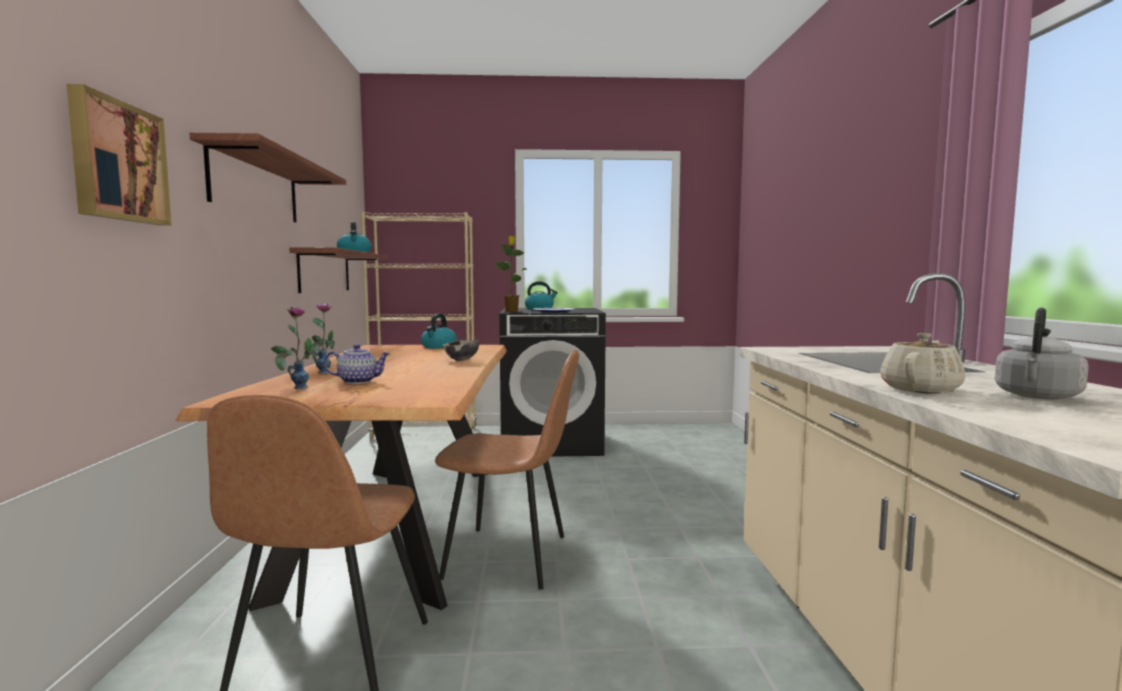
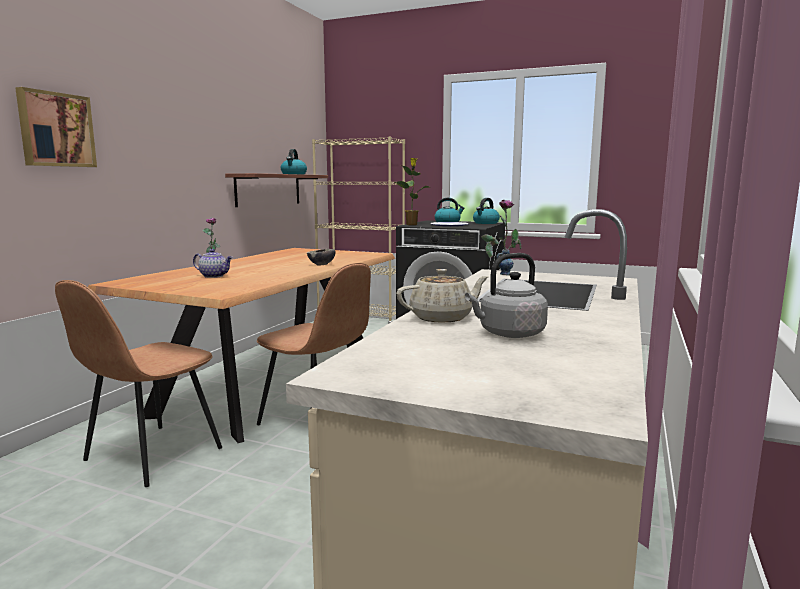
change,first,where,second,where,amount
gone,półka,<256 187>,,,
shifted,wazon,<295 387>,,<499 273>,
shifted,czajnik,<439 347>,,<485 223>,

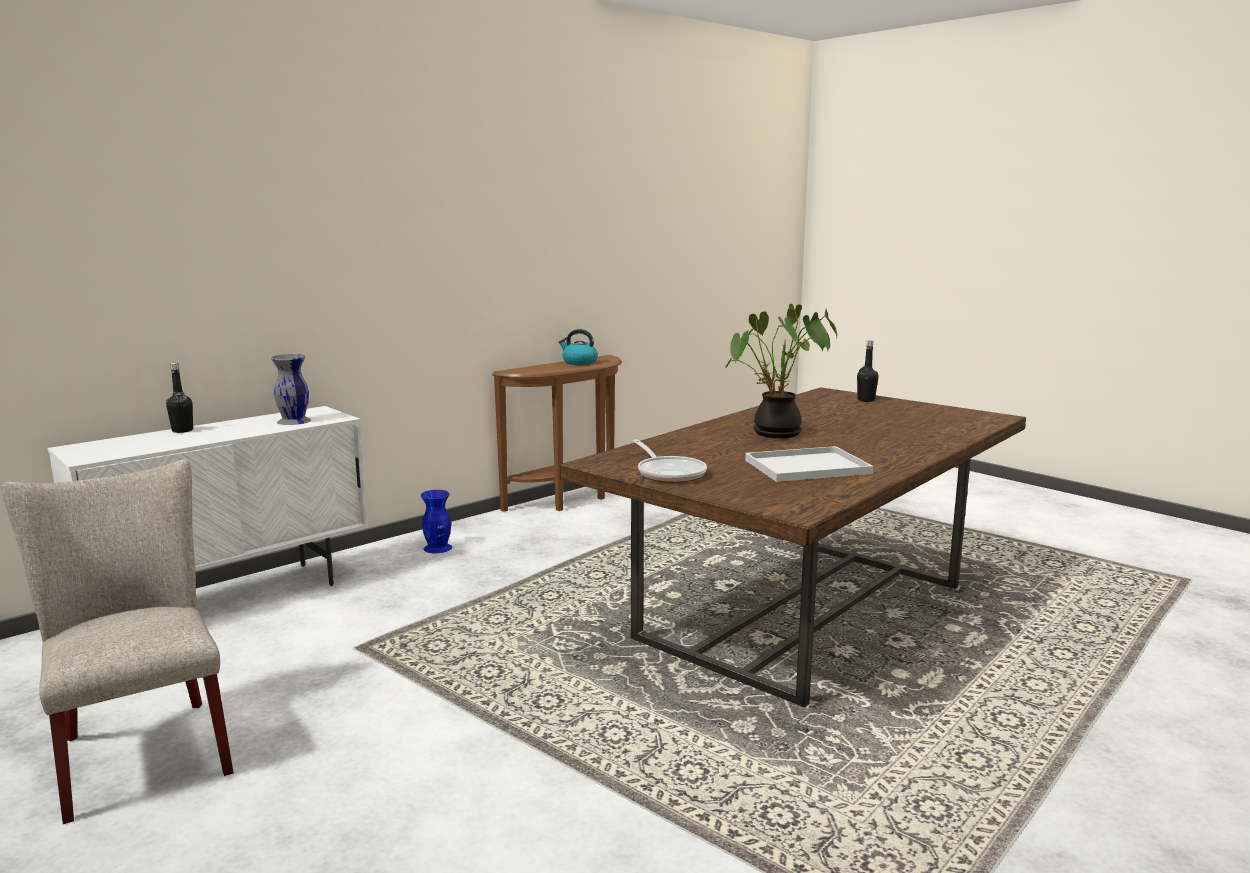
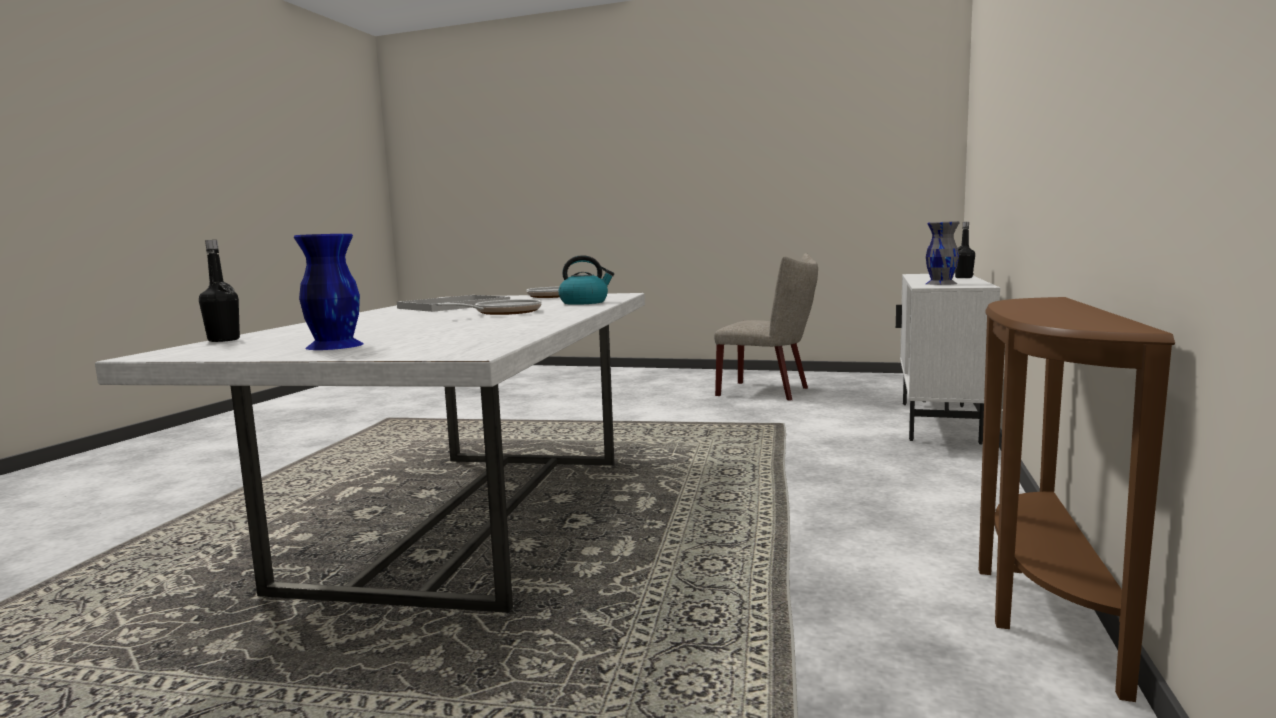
change,first,where,second,where,amount
shifted,wazon [niebieski],<438 548>,,<333 346>,
shifted,czajnik,<579 362>,,<585 302>,
repainted,stół jadalny [brązowy],<807 611>,stół jadalny [biały],<471 518>,
swapped,roślina doniczkowa,<775 434>,patelnia,<503 313>,
shifted,butelka [czarny],<866 400>,,<224 340>,

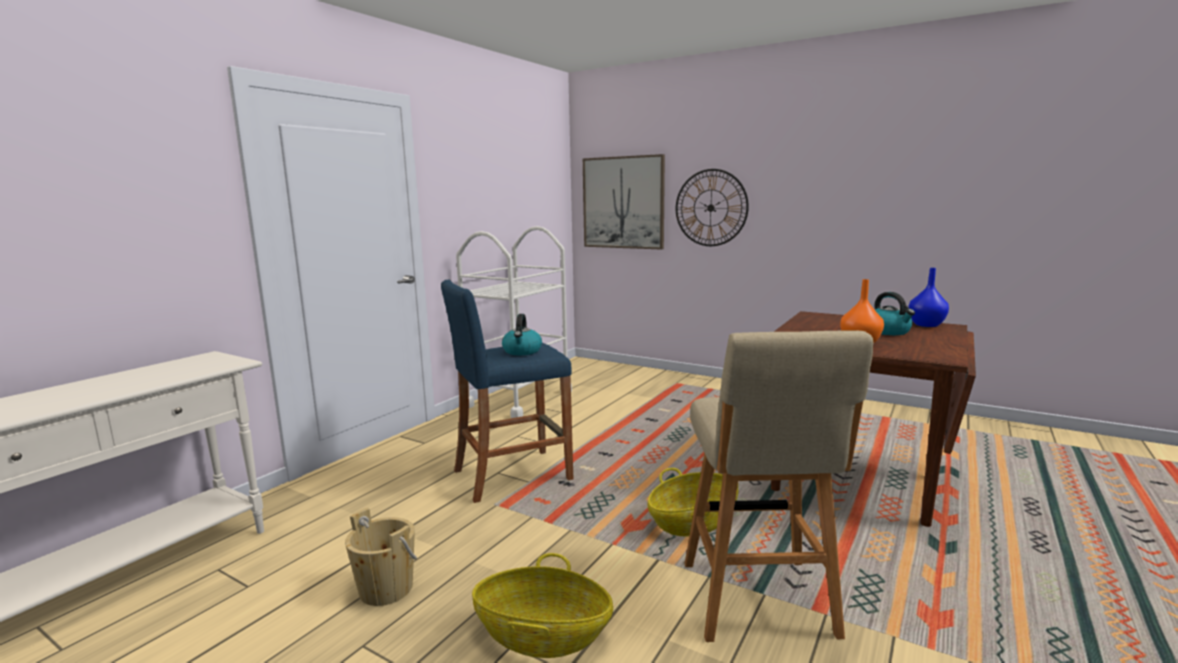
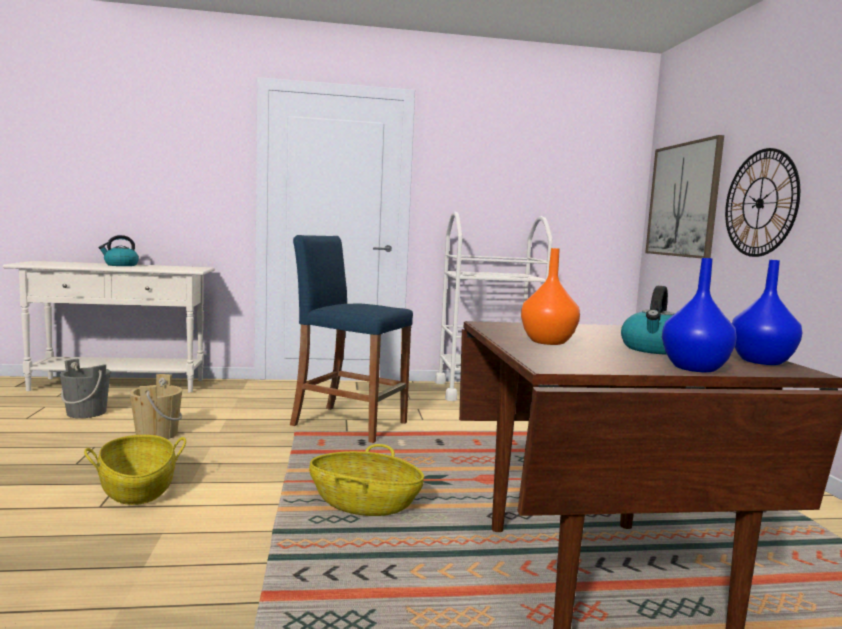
change,first,where,second,where,amount
shifted,czajnik,<522 351>,,<120 265>,
gone,stołek [beżowy],<758 602>,,,
new,,,wiadro [szary],<86 413>,
new,,,wazon [niebieski],<693 368>,

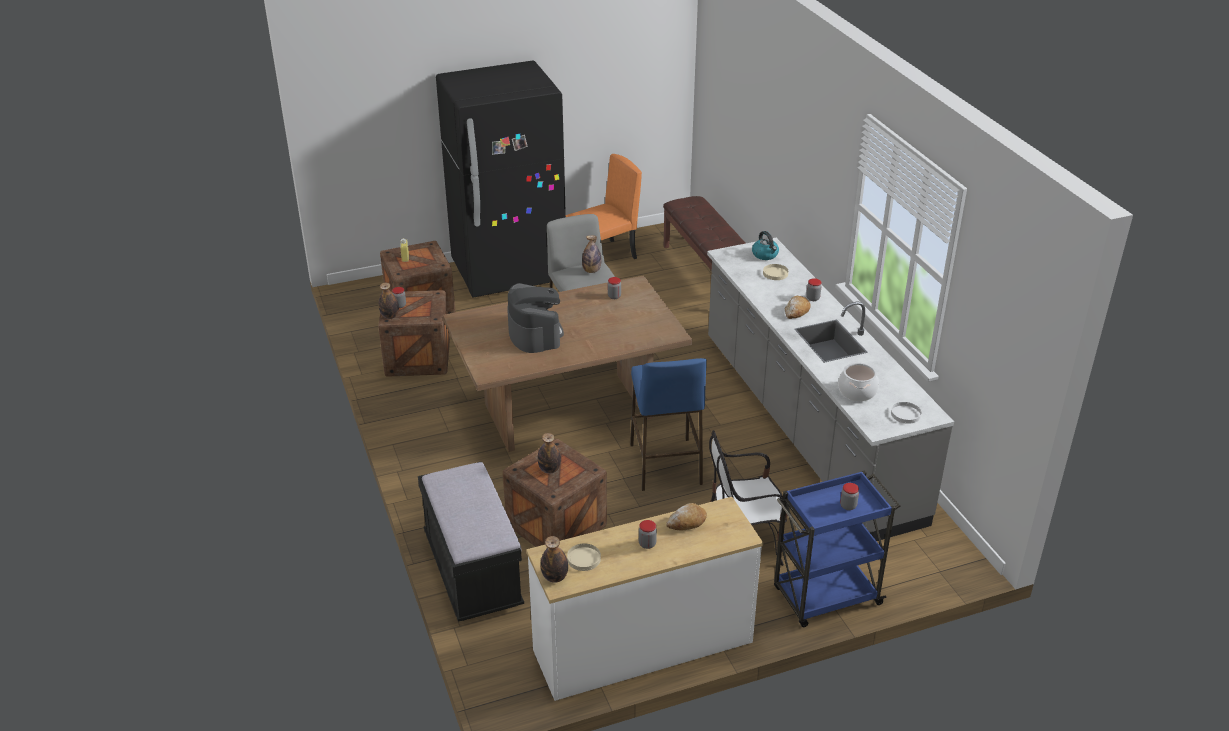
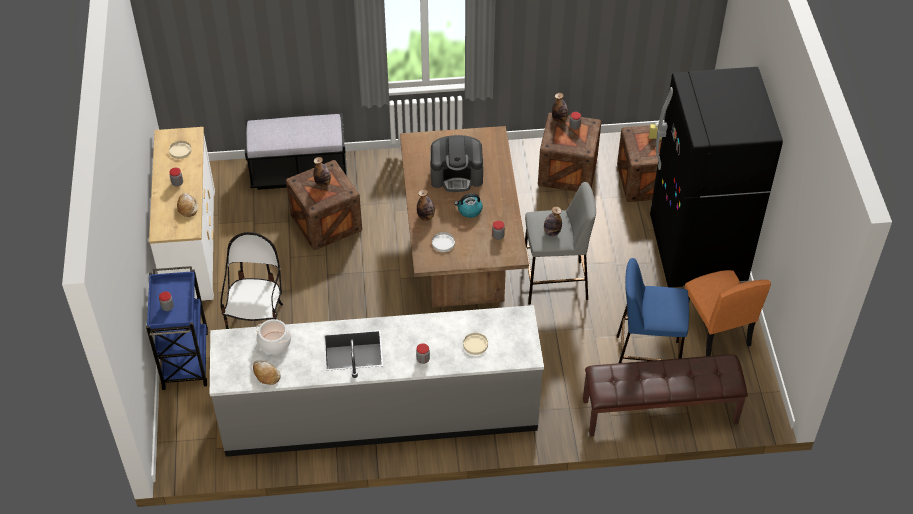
change,first,where,second,where,amount
shifted,butelka,<555 577>,,<426 217>,
shifted,stołek [niebieski],<665 464>,,<646 359>,
shifted,czajnik,<765 255>,,<469 210>,
shifted,chleb,<796 311>,,<266 374>,
shifted,talerz [biały],<905 414>,,<443 243>,

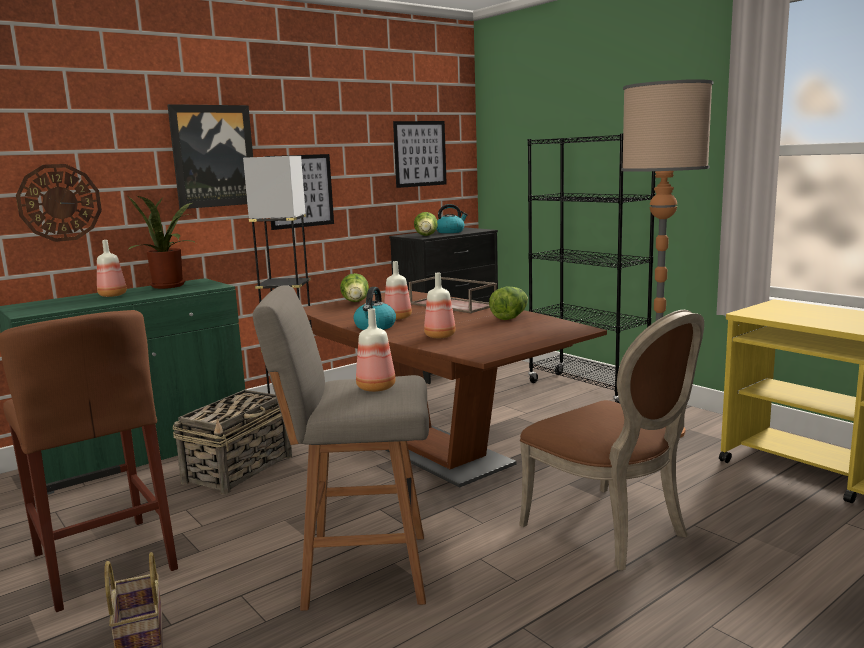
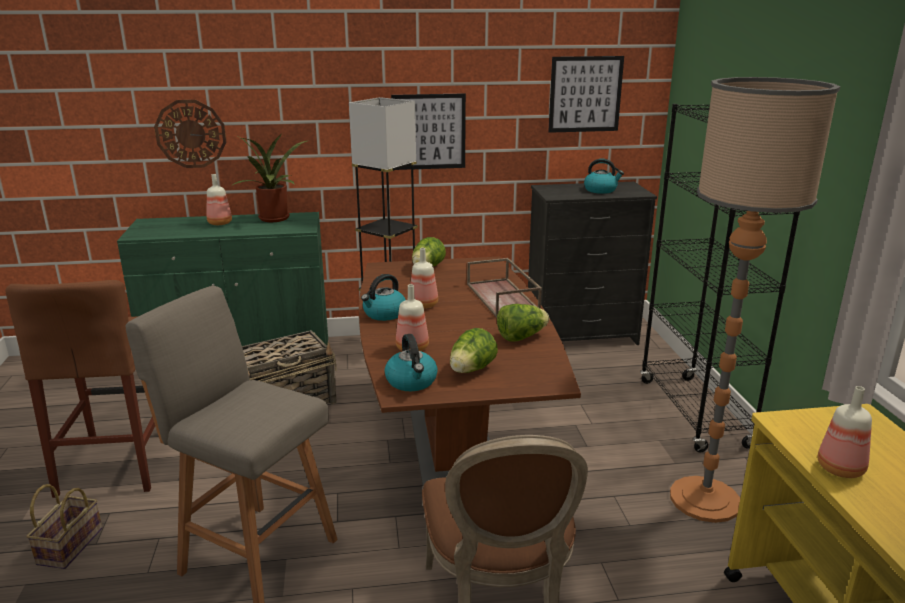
change,first,where,second,where,amount
gone,obraz,<213 156>,,,
shifted,butelka,<377 388>,,<842 469>,
shifted,sałata,<426 236>,,<471 370>,
new,,,czajnik,<412 381>,

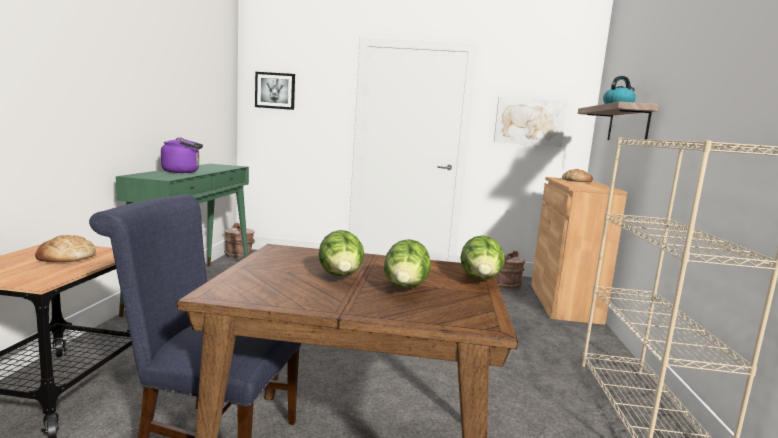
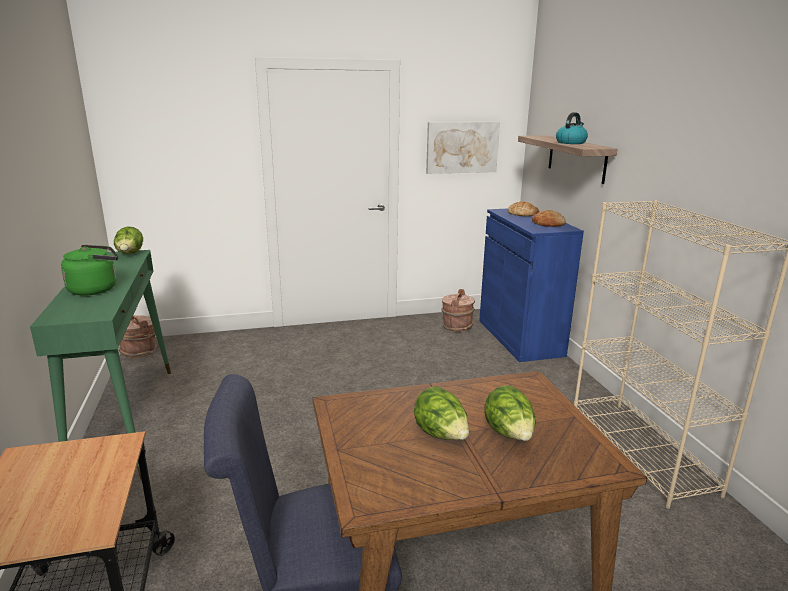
change,first,where,second,where,amount
shifted,chleb,<66 256>,,<548 223>,
repainted,czajnik [fioletowy],<183 172>,czajnik [zielony],<96 289>,
gone,obraz,<275 90>,,,
shifted,sałata,<480 280>,,<130 254>,
repainted,szafka [brązowy],<564 303>,szafka [niebieski],<520 337>,

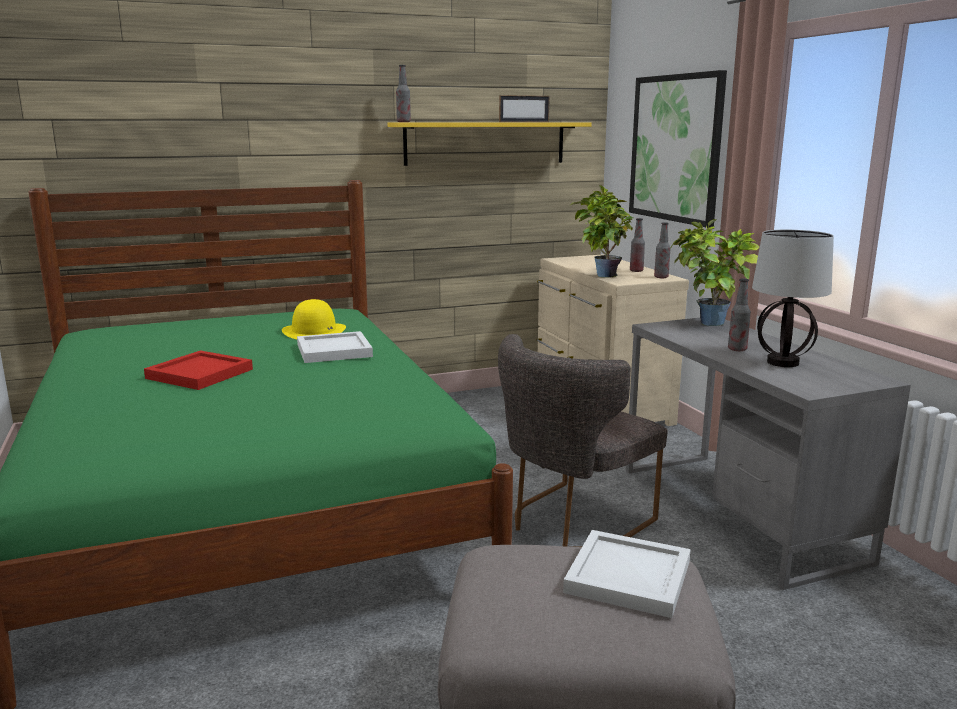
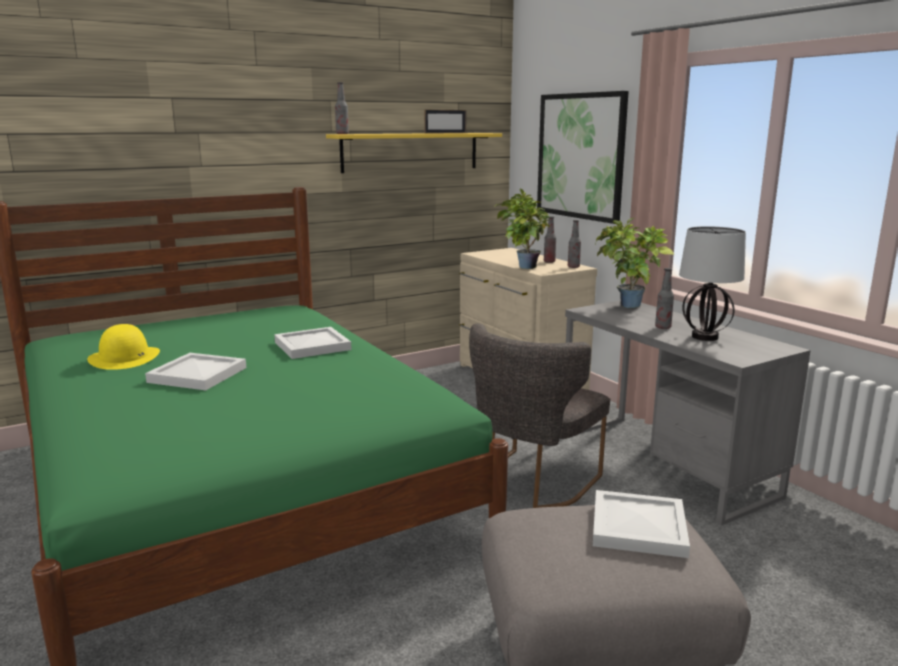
change,first,where,second,where,amount
repainted,taca [czerwony],<201 373>,taca [biały],<199 374>,
shifted,kapelusz [żółty],<314 331>,,<124 358>,

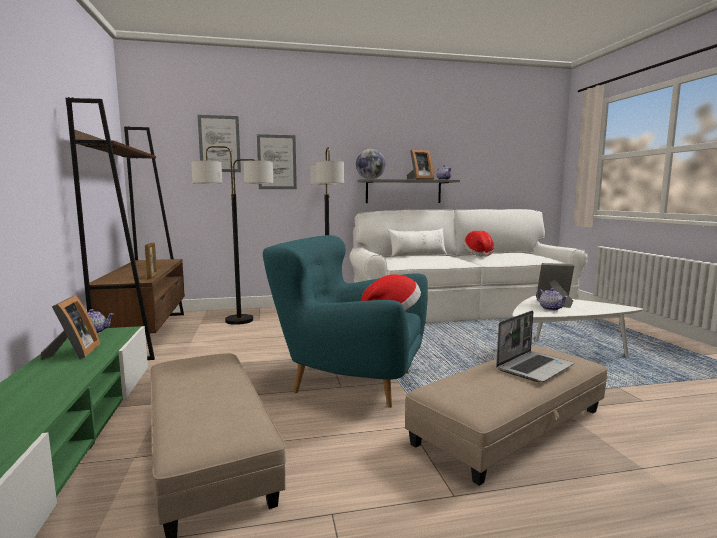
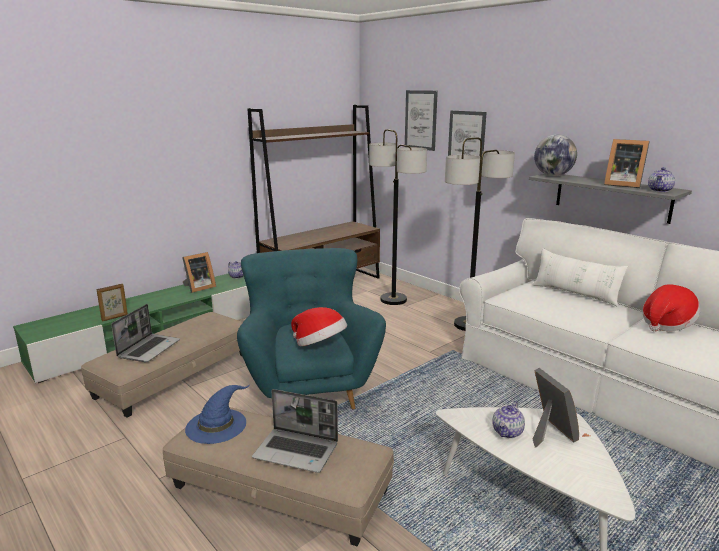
change,first,where,second,where,amount
shifted,ramka na zdjęcie,<152 277>,,<115 317>,
new,,,laptop,<149 349>,
new,,,kapelusz [niebieski],<216 425>,

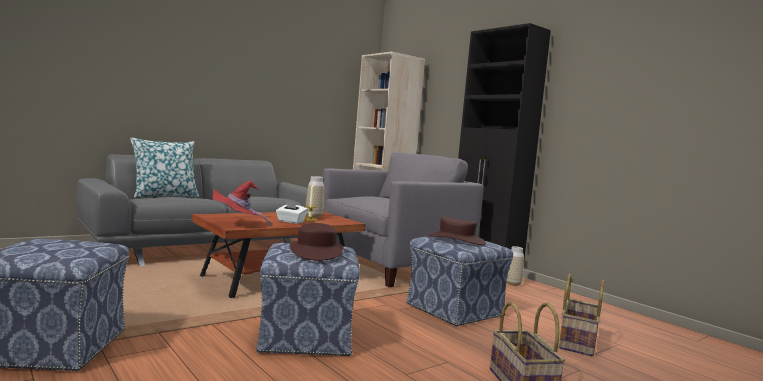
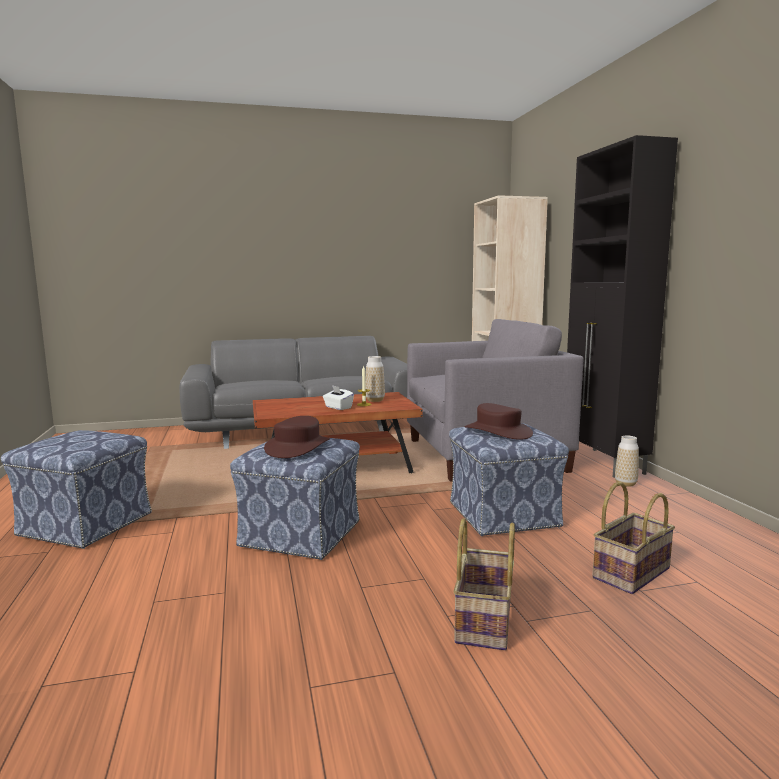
change,first,where,second,where,amount
gone,poduszka,<164 196>,,,
gone,kapelusz [czerwony],<237 224>,,,

